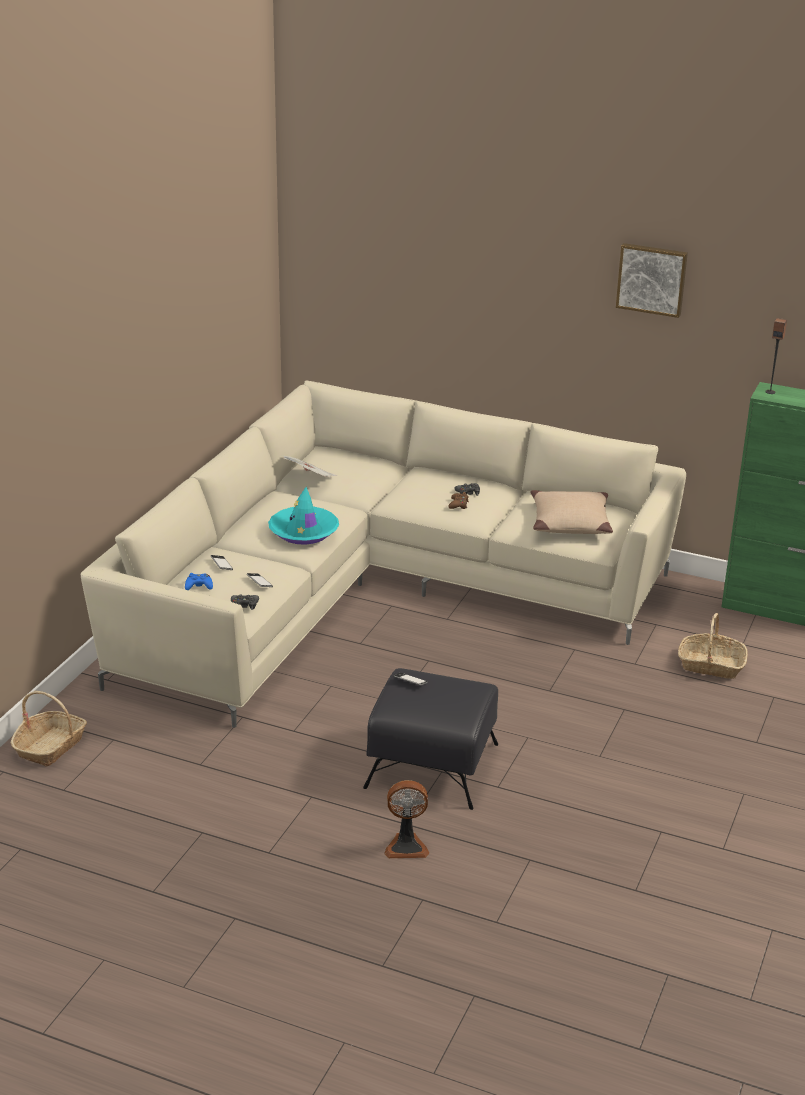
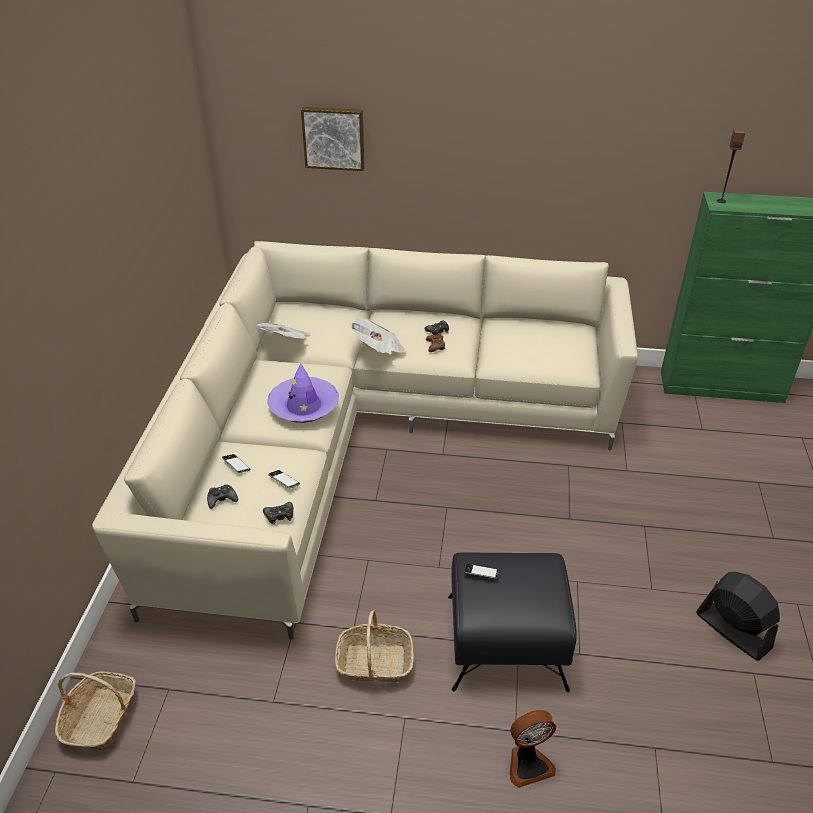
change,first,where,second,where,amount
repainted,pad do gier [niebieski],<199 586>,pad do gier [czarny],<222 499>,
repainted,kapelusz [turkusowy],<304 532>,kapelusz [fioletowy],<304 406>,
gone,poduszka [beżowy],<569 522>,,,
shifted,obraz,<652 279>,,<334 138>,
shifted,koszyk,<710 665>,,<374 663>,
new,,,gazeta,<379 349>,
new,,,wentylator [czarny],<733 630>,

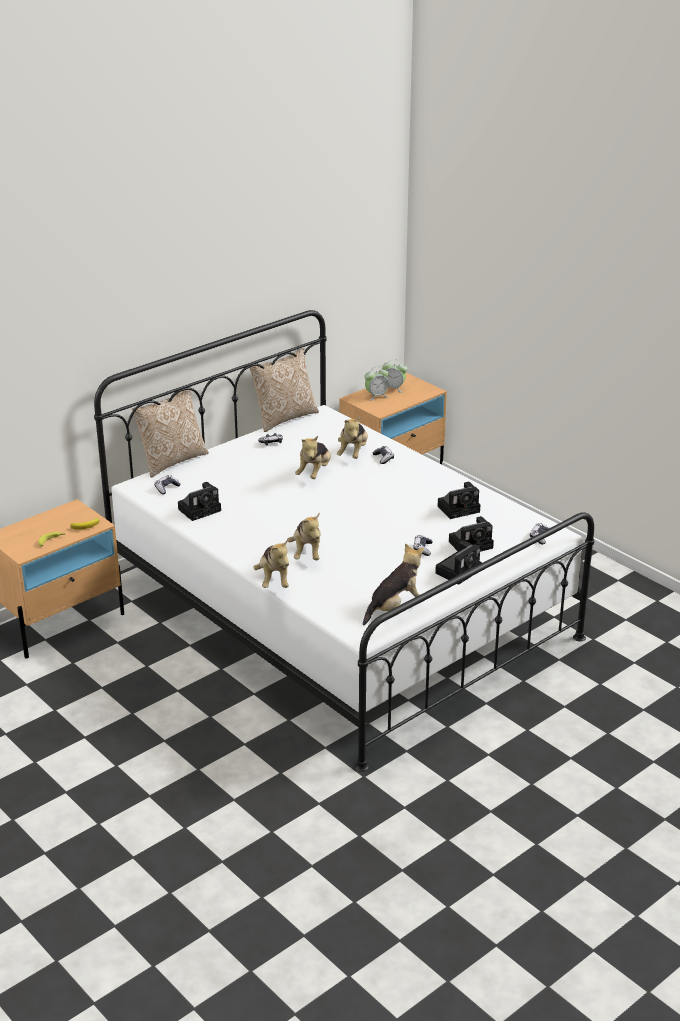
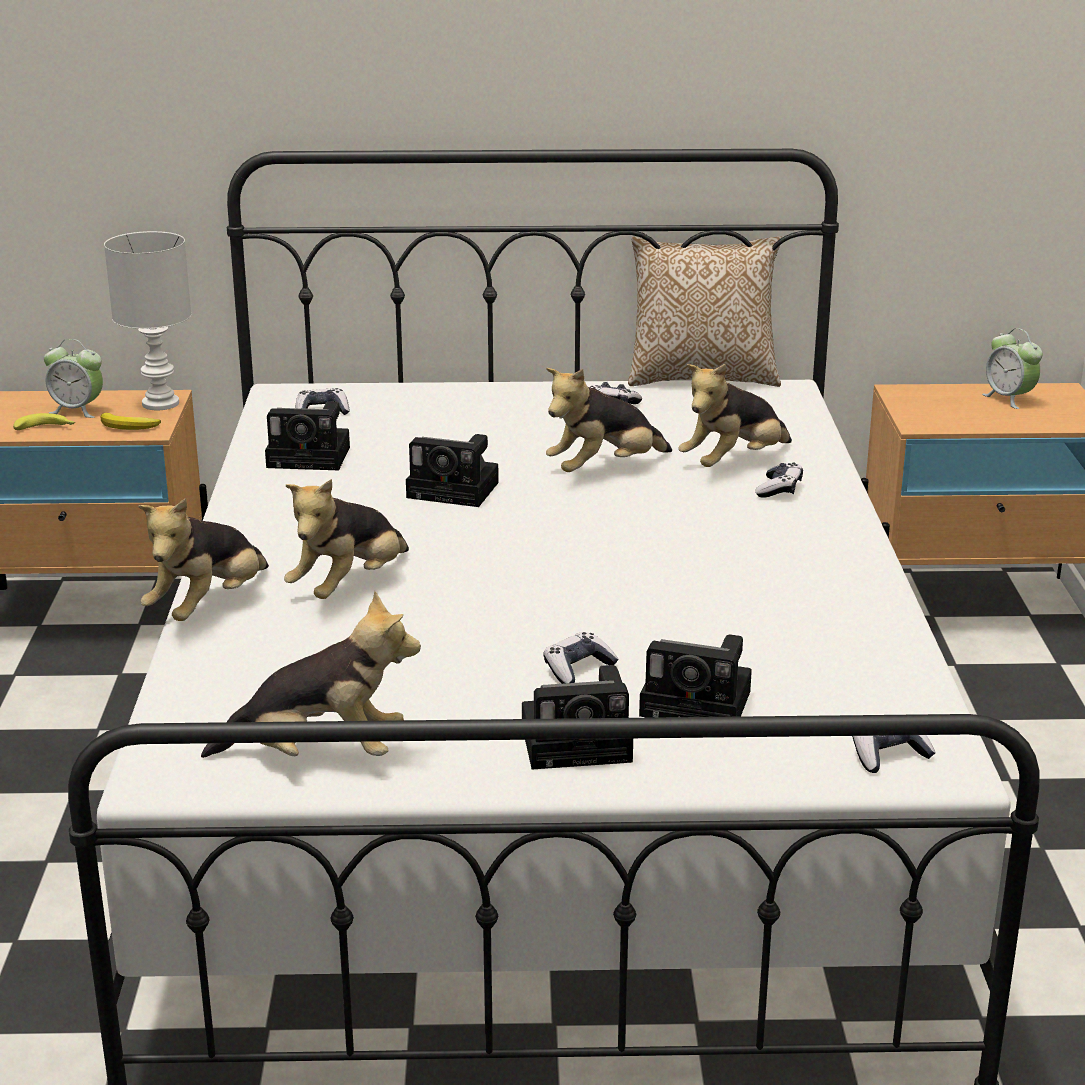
change,first,where,second,where,amount
gone,poduszka,<172 461>,,,
shifted,budzik,<376 396>,,<77 410>,
shifted,aparat fotograficzny,<460 508>,,<457 490>,
new,,,lampa stołowa [biały],<160 404>,

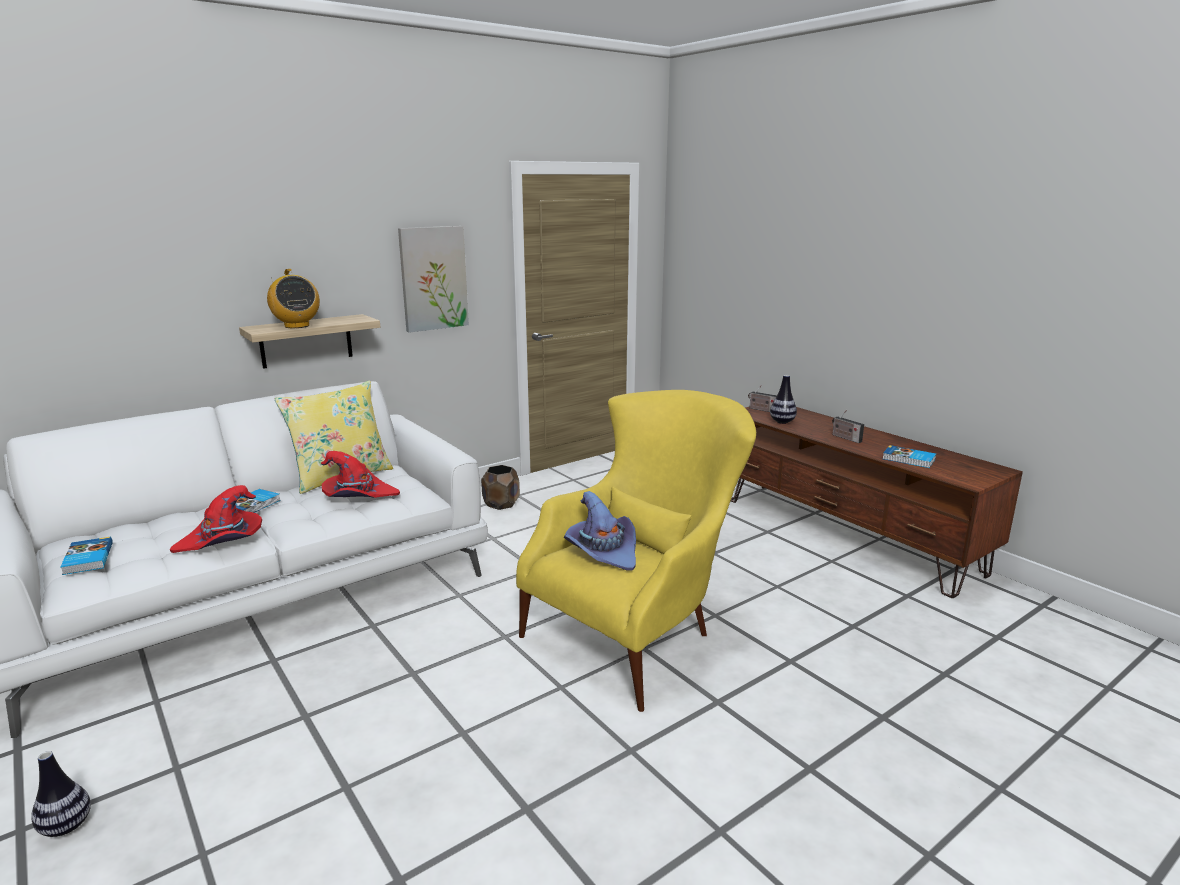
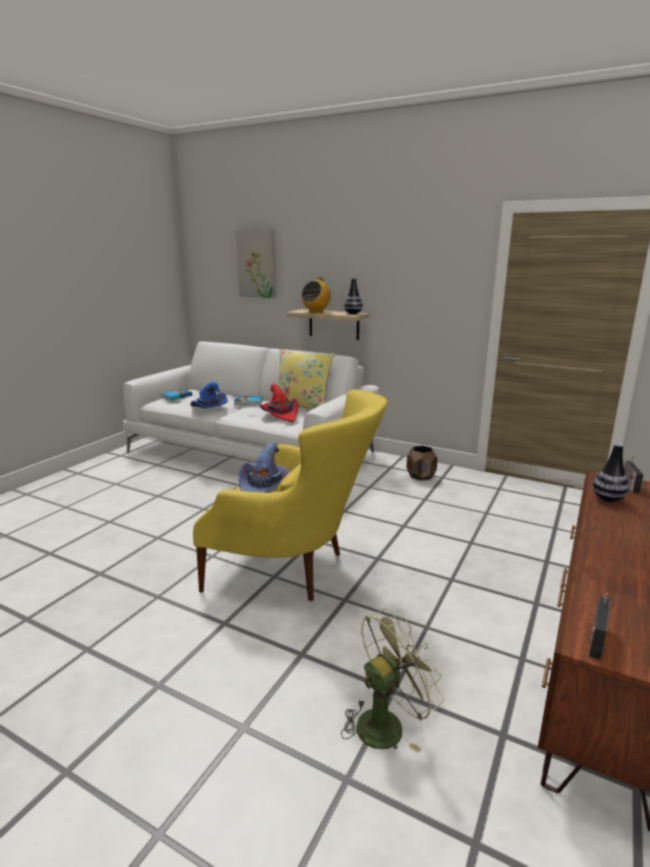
change,first,where,second,where,amount
shifted,wazon,<66 826>,,<353 313>,
repainted,kapelusz [czerwony],<223 541>,kapelusz [niebieski],<208 409>,
shifted,obraz,<433 278>,,<257 263>,
shifted,radio,<845 438>,,<596 638>,
gone,książka,<908 459>,,,
new,,,wentylator [zielony],<387 722>,

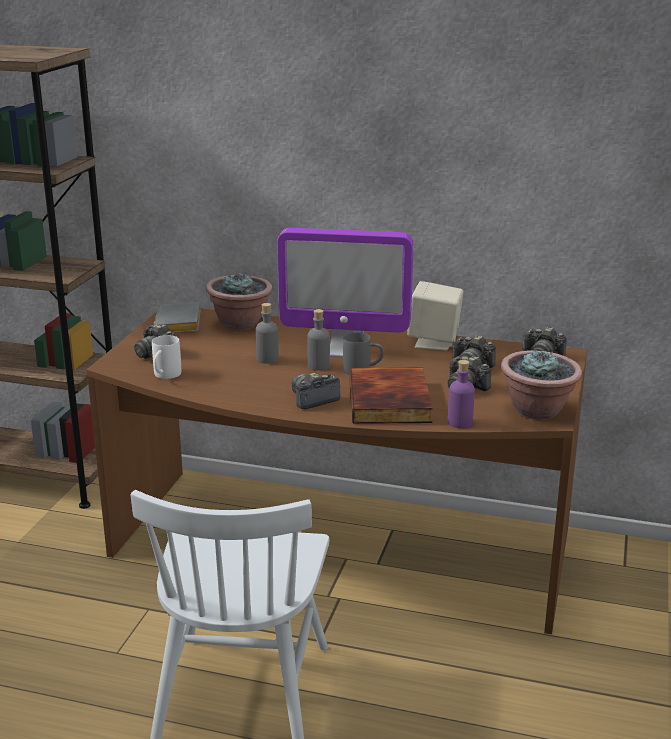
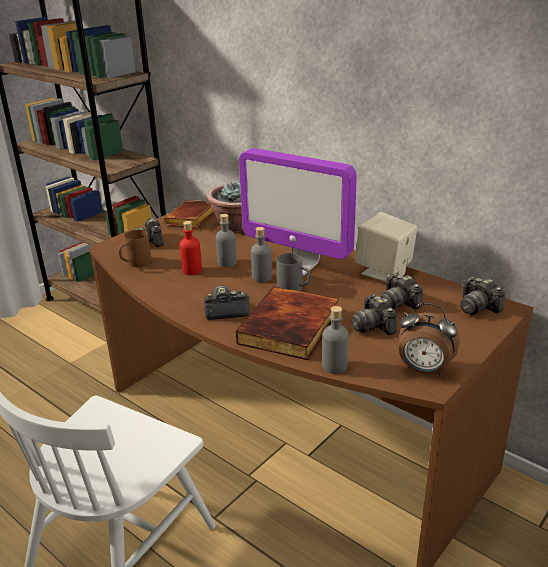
change,first,where,second,where,amount
repainted,kubek [biały],<165 376>,kubek [brązowy],<135 264>,
repainted,książka [szary],<180 324>,książka [brązowy],<192 219>,
repainted,butelka [fioletowy],<460 422>,butelka [szary],<334 366>,
swapped,roślina doniczkowa,<537 411>,budzik,<424 370>,
new,,,butelka [czerwony],<192 270>,

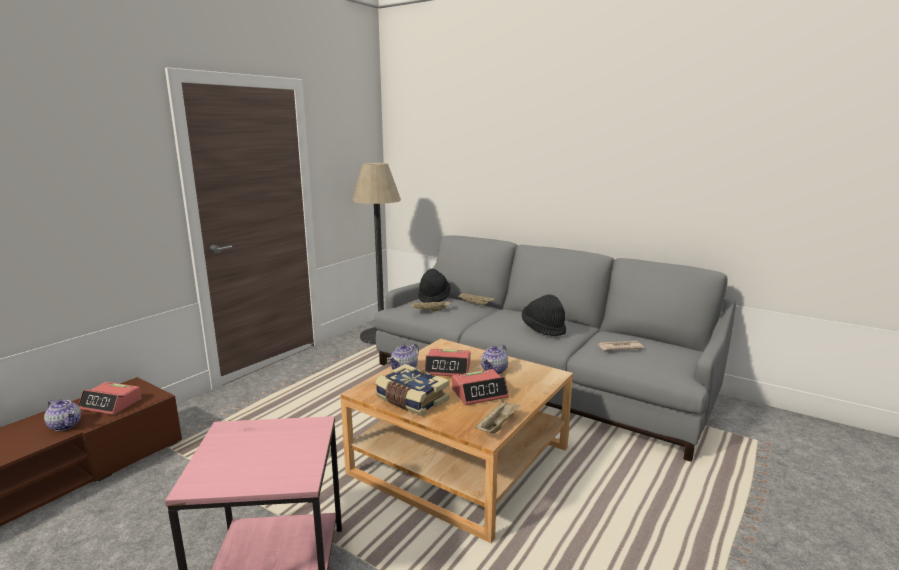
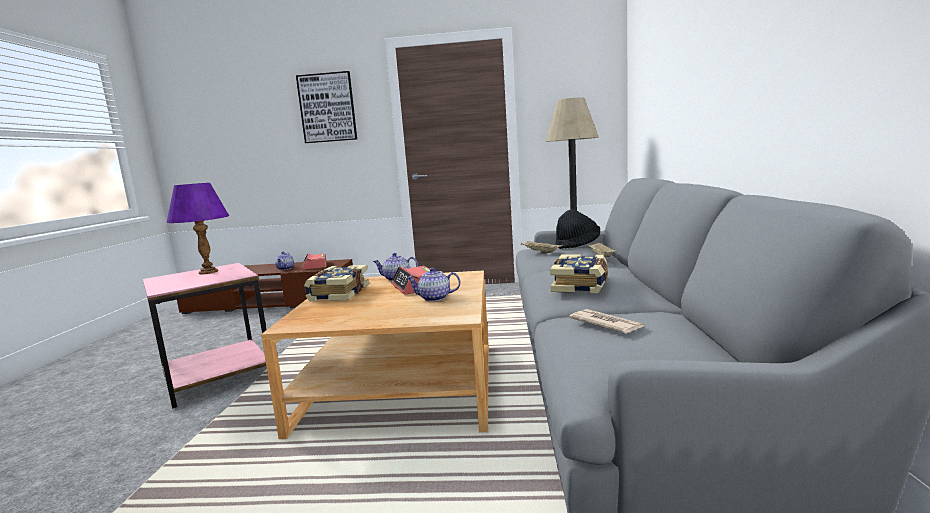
change,first,where,second,where,amount
gone,budzik,<480 393>,,,
gone,taca [beżowy],<497 425>,,,
swapped,kapelusz [czarny],<543 329>,książka,<581 285>,
new,,,lampa stołowa [fioletowy],<208 272>,
new,,,obraz,<327 108>,

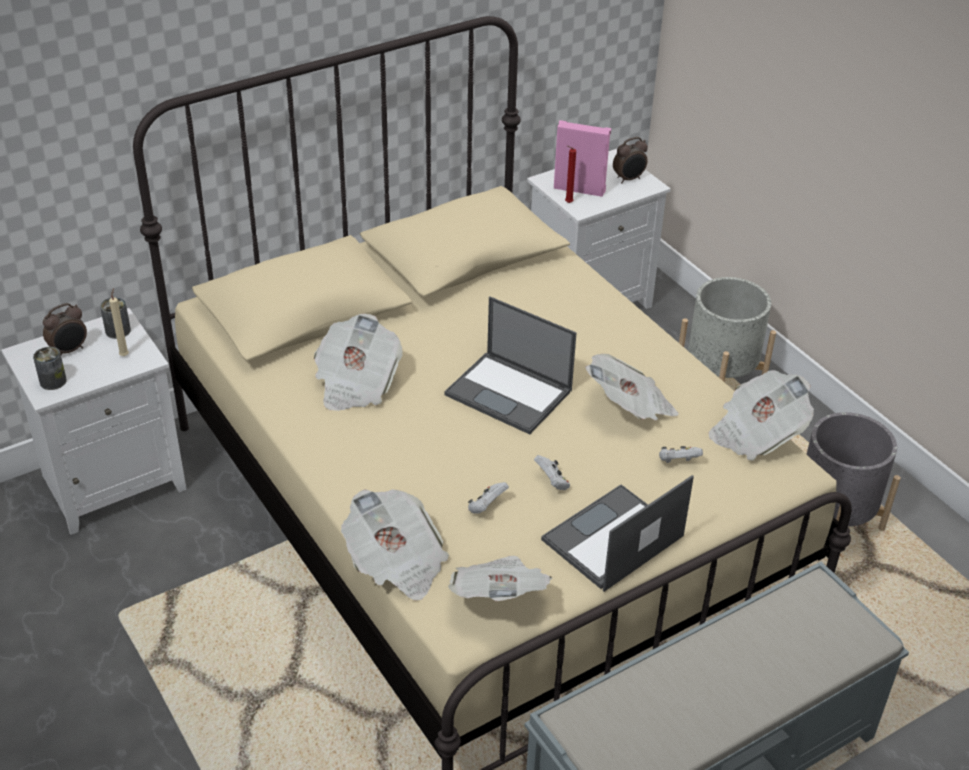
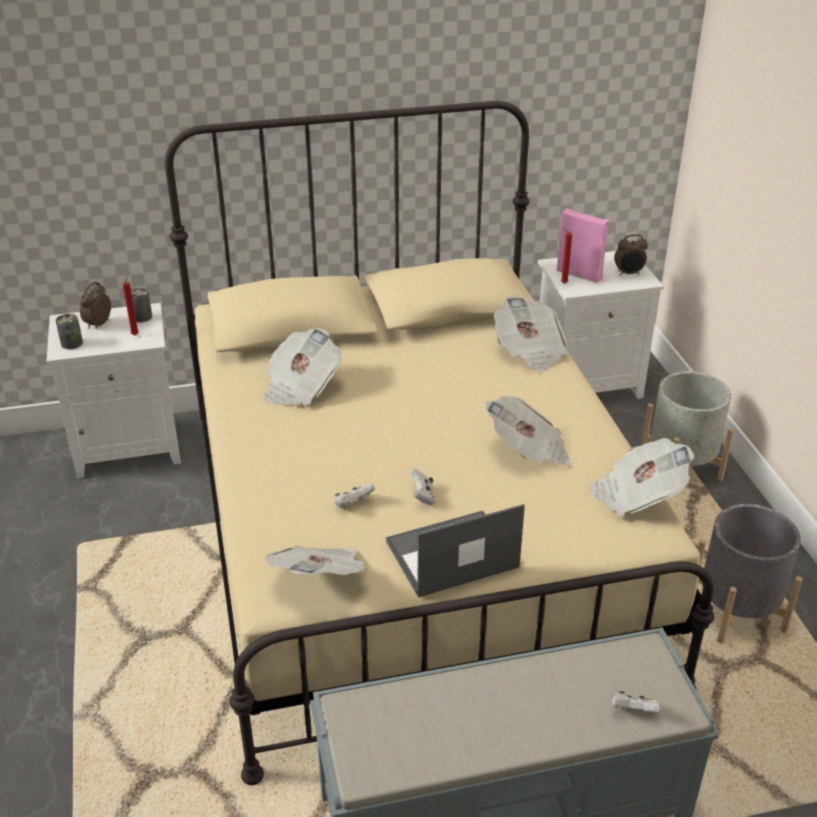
change,first,where,second,where,amount
rotated,budzik,<69 350>,,<97 324>,135 degrees clockwise
repainted,świeca [beżowy],<124 355>,świeca [czerwony],<136 334>,
shifted,gazeta,<396 563>,,<529 352>,
gone,laptop,<510 393>,,,
shifted,pad do gier [biały],<677 462>,,<634 712>,

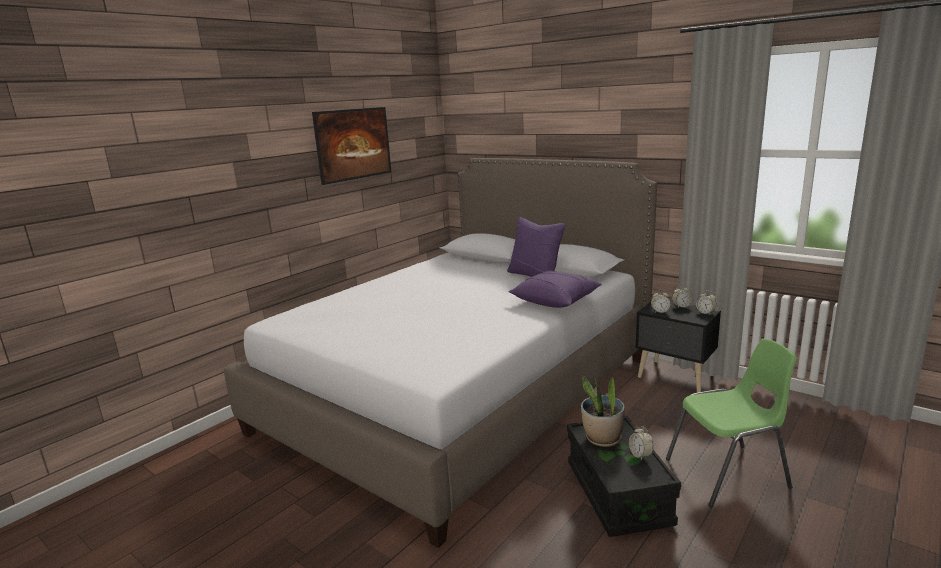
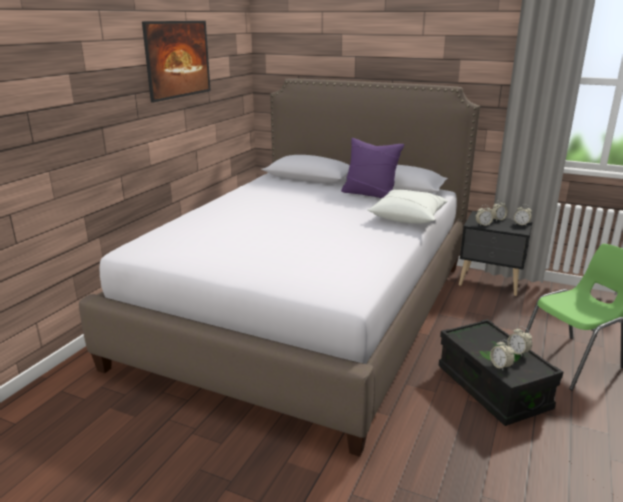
change,first,where,second,where,amount
repainted,poduszka [fioletowy],<555 300>,poduszka [biały],<408 217>,
gone,roślina doniczkowa,<602 439>,,,
new,,,budzik,<500 366>,

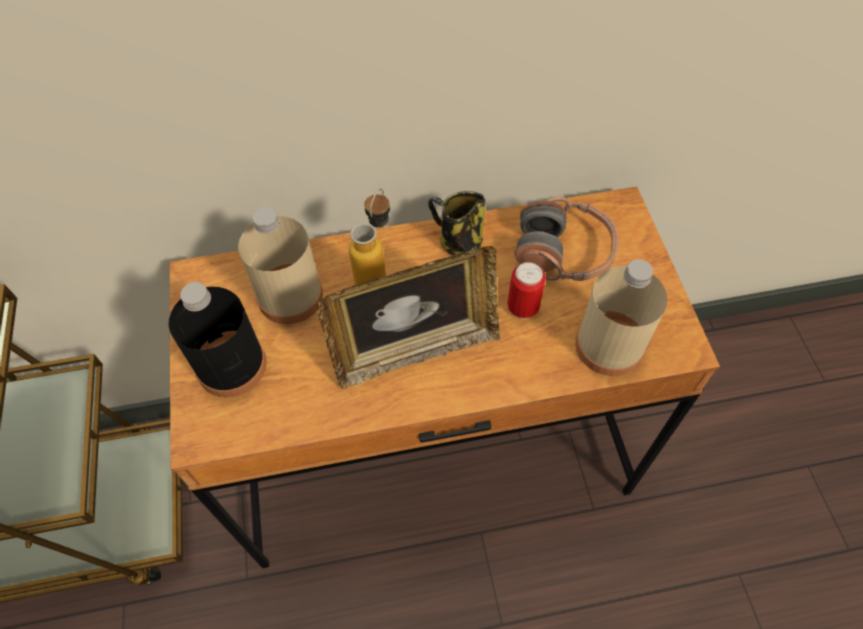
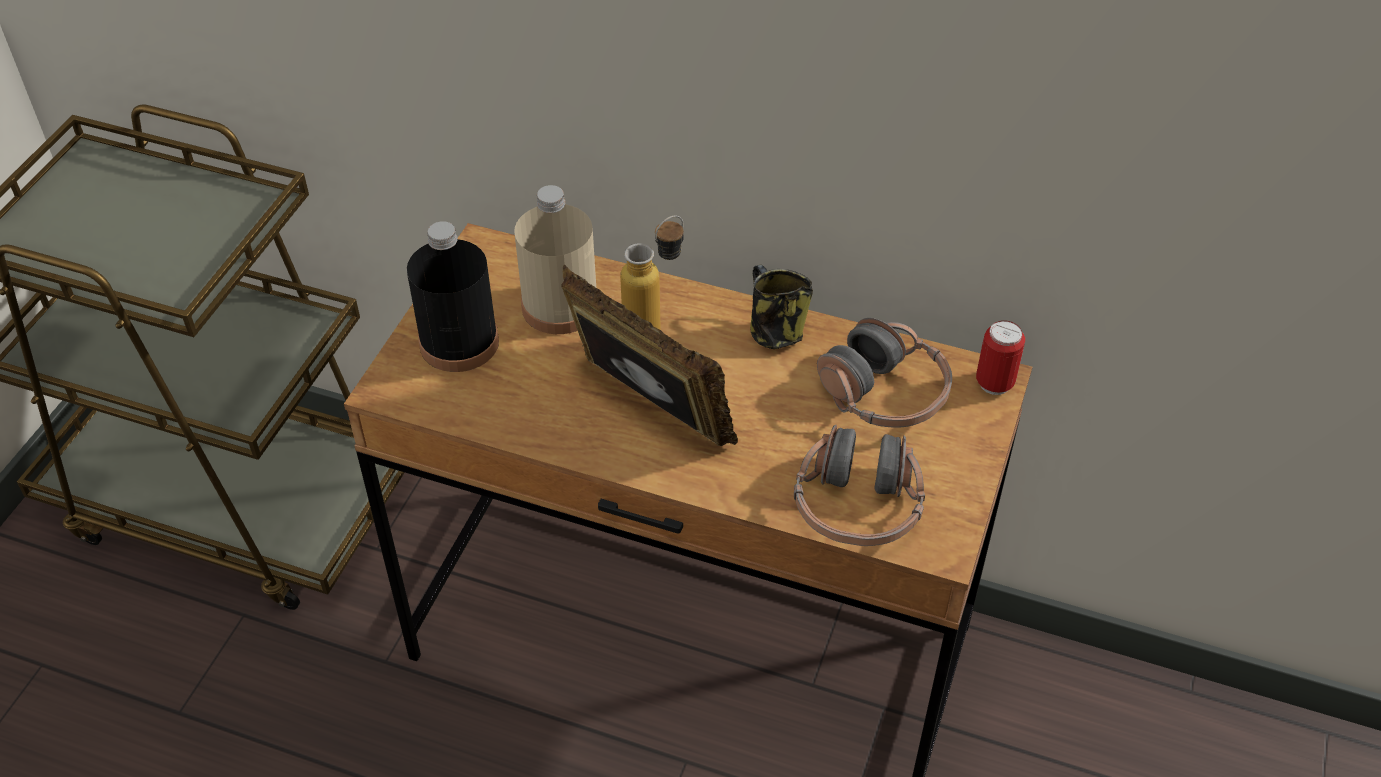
change,first,where,second,where,amount
rotated,ramka na zdjęcie,<415 349>,,<647 412>,150 degrees counterclockwise
shifted,puszka,<523 308>,,<994 383>,
swapped,butelka [beżowy],<609 345>,słuchawki,<857 505>,

